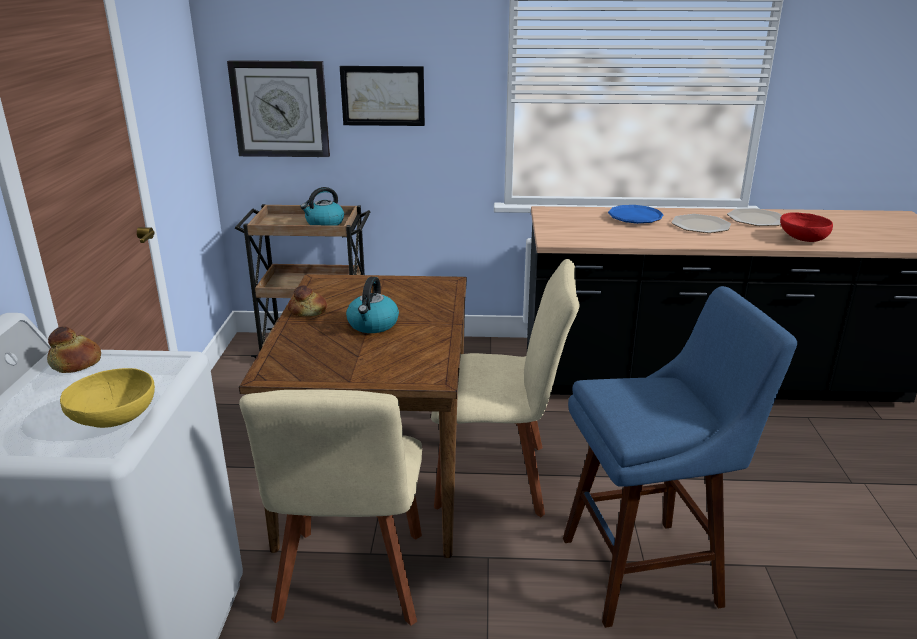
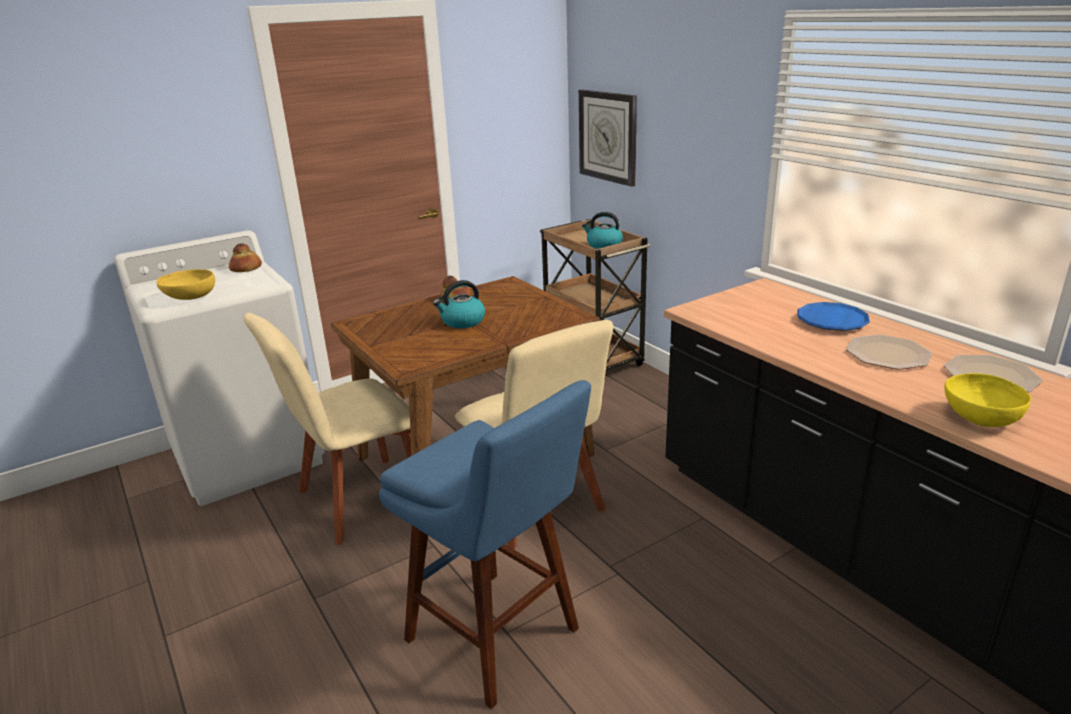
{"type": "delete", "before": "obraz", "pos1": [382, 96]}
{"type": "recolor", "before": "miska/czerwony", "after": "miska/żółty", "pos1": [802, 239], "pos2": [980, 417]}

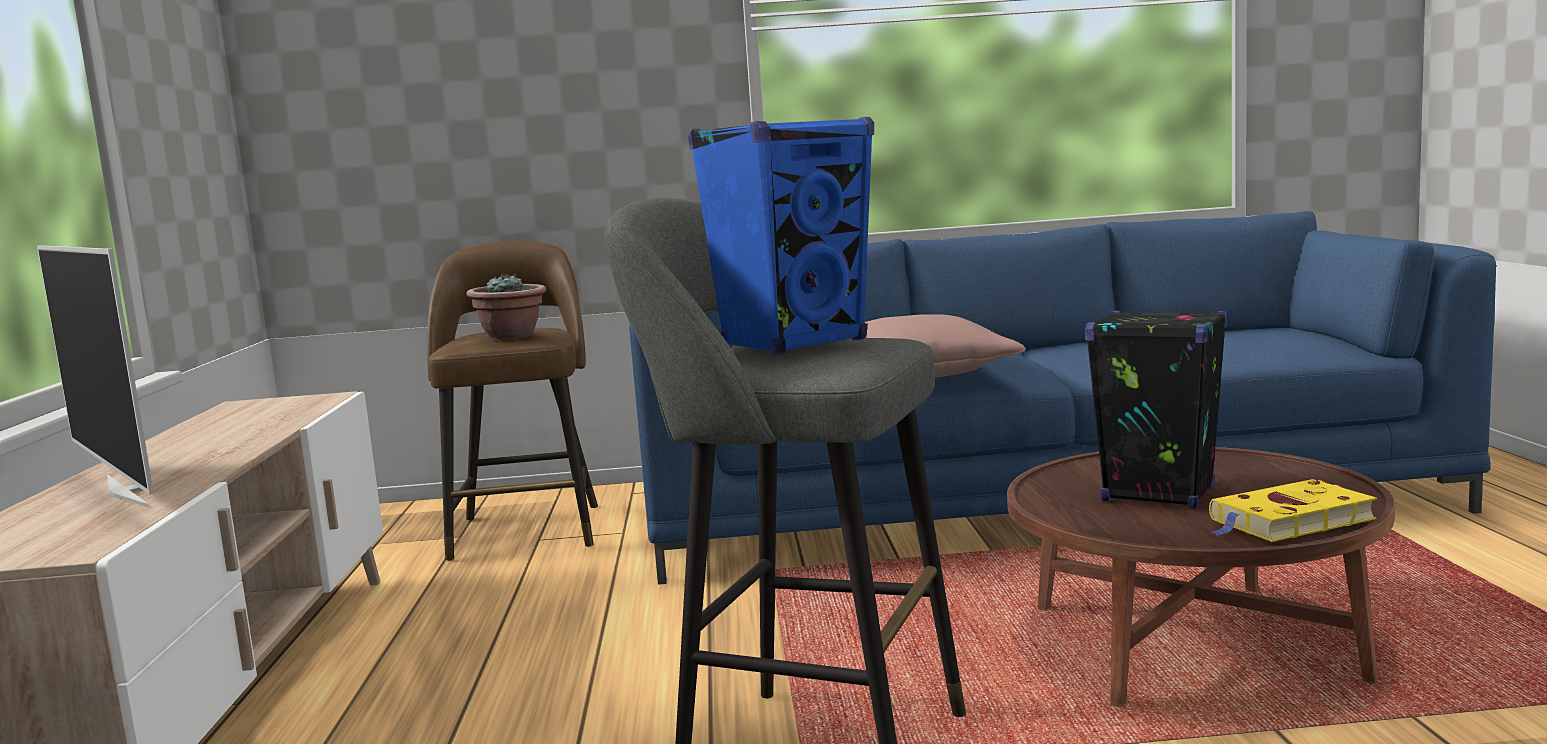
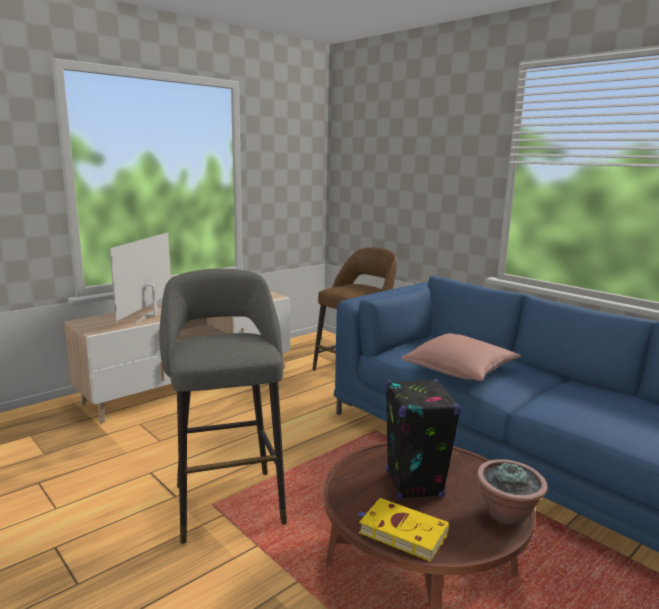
{"type": "delete", "before": "głośnik/niebieski", "pos1": [794, 344]}
{"type": "move", "before": "roślina doniczkowa", "pos1": [512, 336], "pos2": [507, 514]}

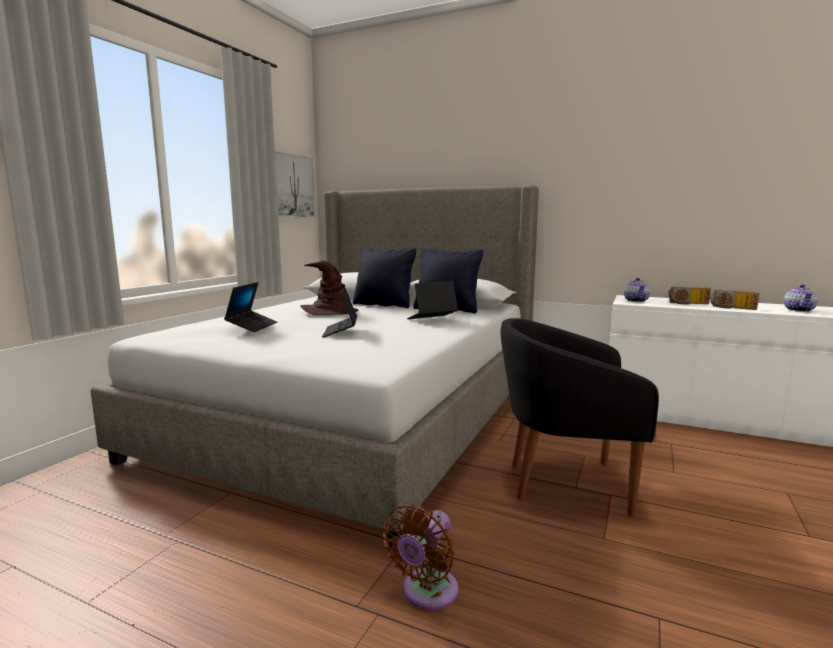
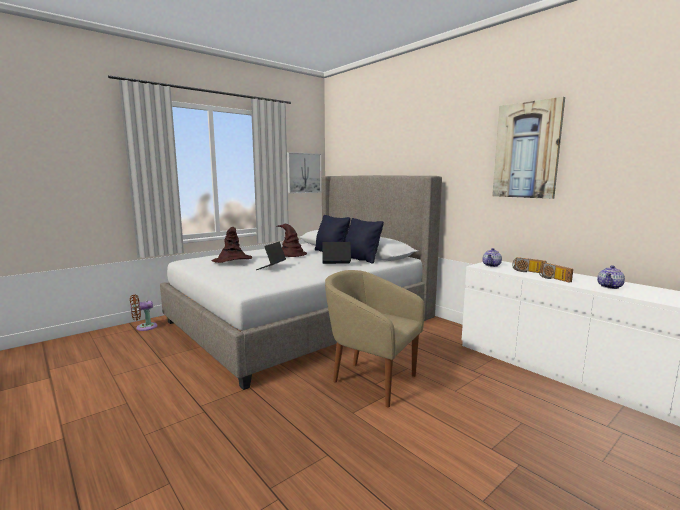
{"type": "insert", "after": "obraz", "pos2": [526, 150]}
{"type": "move", "before": "wentylator/brązowy", "pos1": [426, 593], "pos2": [144, 327]}
{"type": "replace", "before": "laptop", "after": "kapelusz/brązowy", "pos1": [252, 326], "pos2": [232, 260]}
{"type": "recolor", "before": "fotel/czarny", "after": "fotel/beżowy", "pos1": [564, 484], "pos2": [371, 380]}

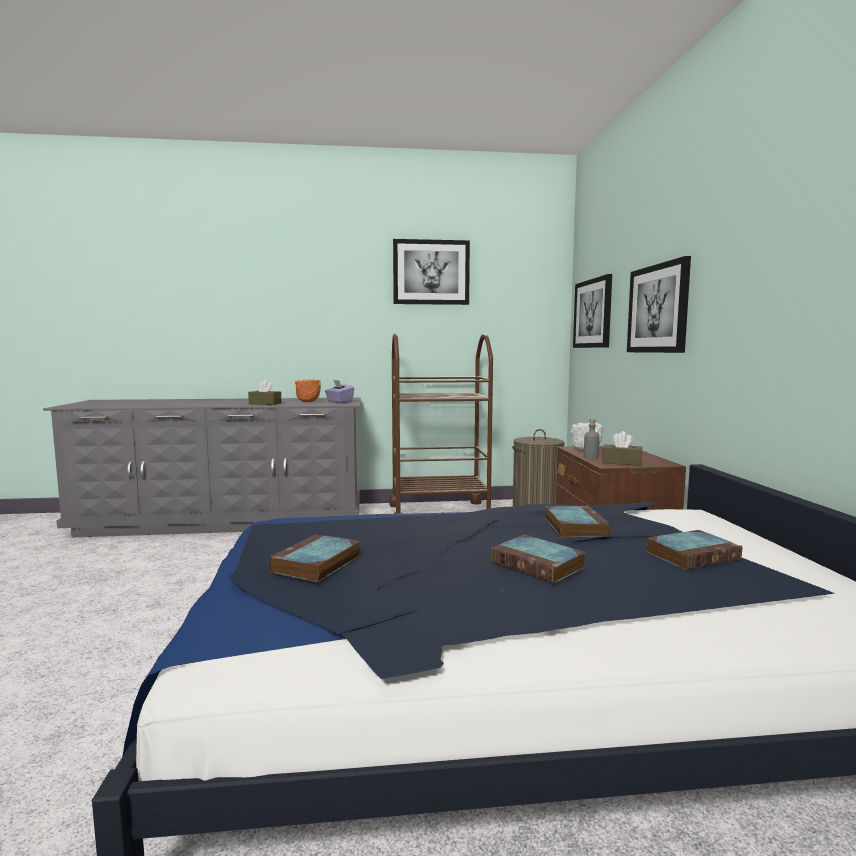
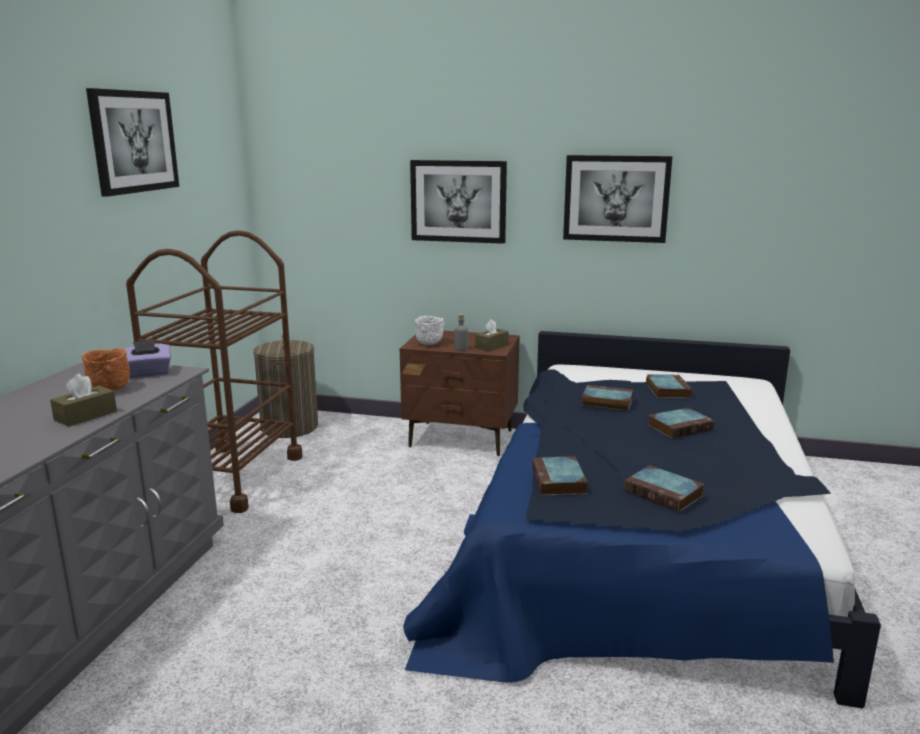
{"type": "insert", "after": "książka", "pos2": [559, 481]}
{"type": "move", "before": "obraz", "pos1": [593, 313], "pos2": [616, 198]}

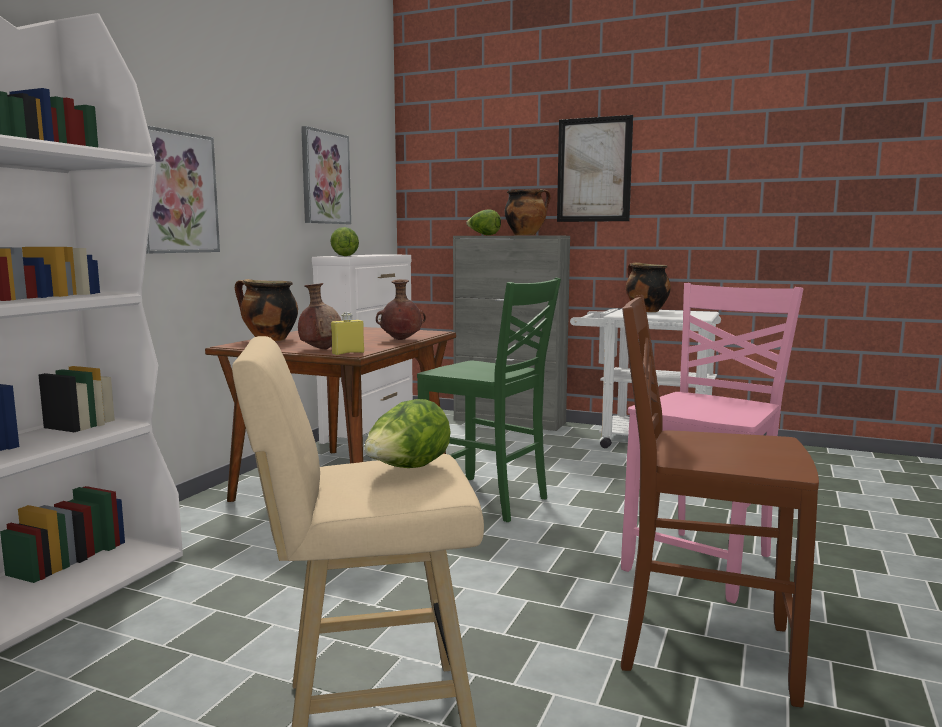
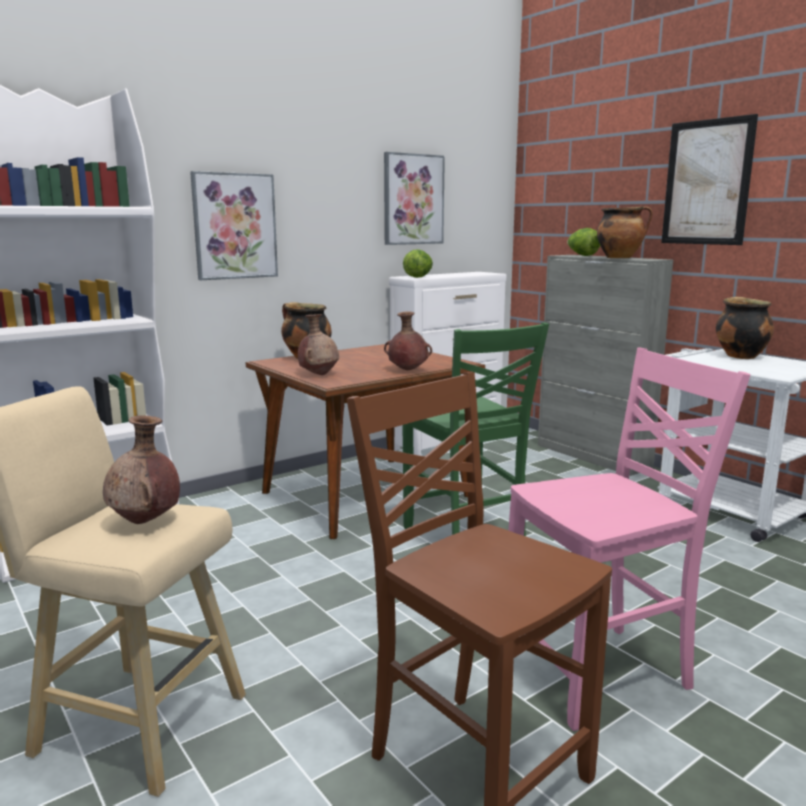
{"type": "delete", "before": "butelka/żółty", "pos1": [348, 353]}
{"type": "replace", "before": "sałata", "after": "wazon/brązowy", "pos1": [407, 469], "pos2": [146, 521]}

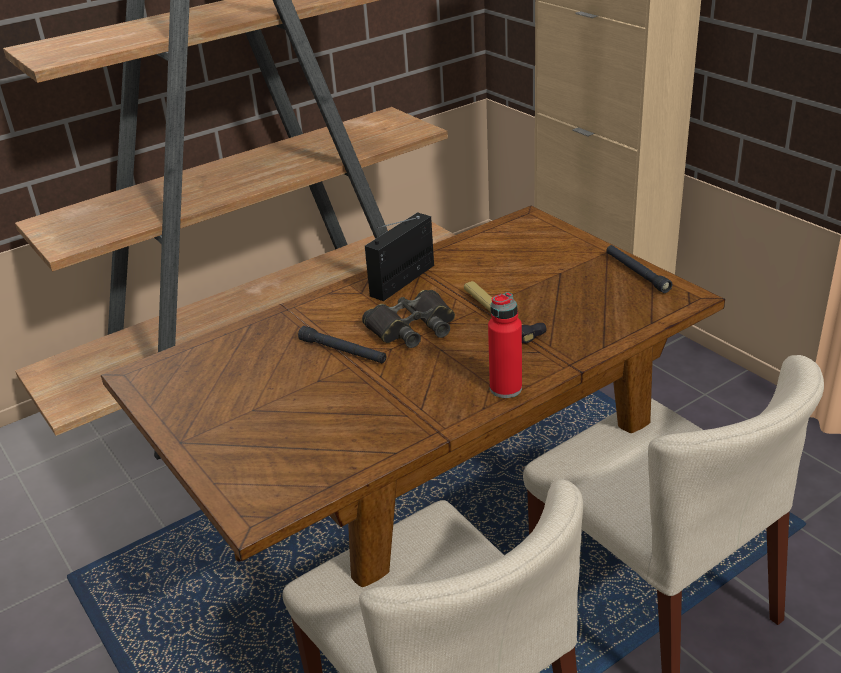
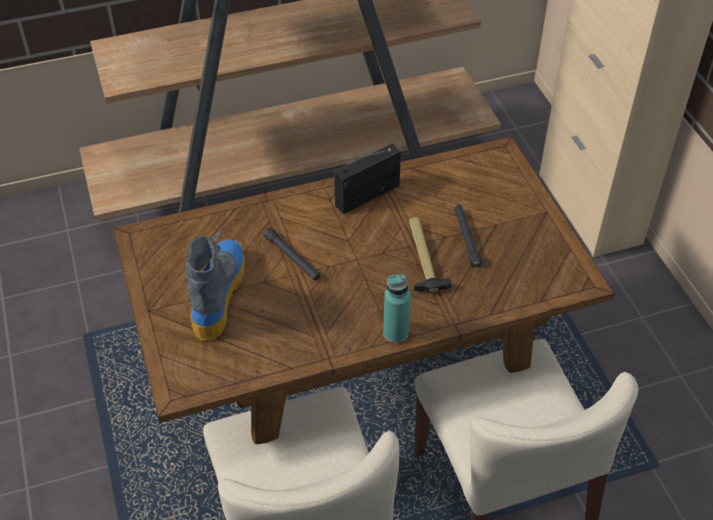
{"type": "delete", "before": "lornetka/czarny", "pos1": [412, 327]}
{"type": "insert", "after": "but z cholewką", "pos2": [218, 293]}
{"type": "move", "before": "latarka/czarny", "pos1": [636, 273], "pos2": [466, 238]}
{"type": "recolor", "before": "butelka/czerwony", "after": "butelka/turkusowy", "pos1": [505, 388], "pos2": [395, 333]}

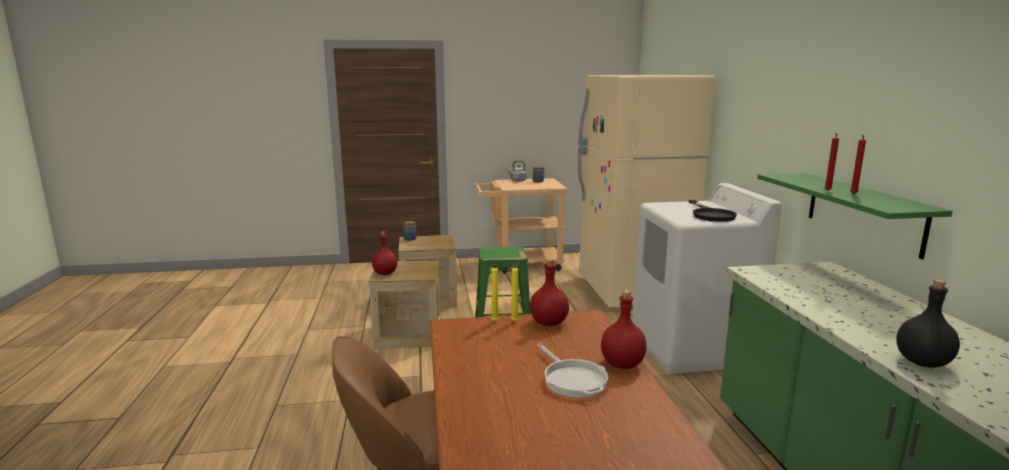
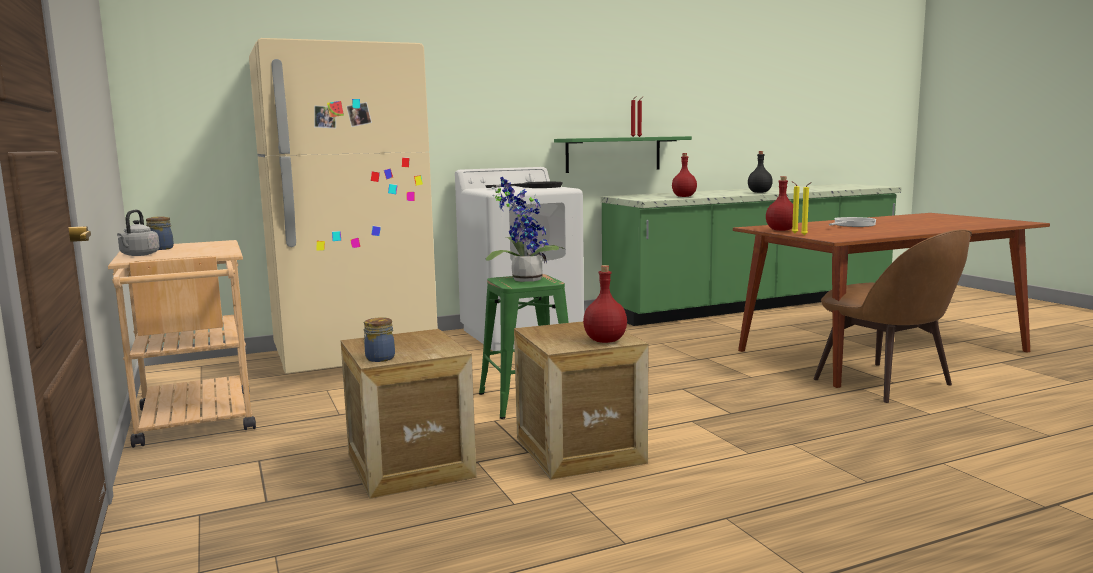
{"type": "insert", "after": "roślina doniczkowa", "pos2": [524, 279]}
{"type": "move", "before": "butelka/czerwony", "pos1": [622, 364], "pos2": [683, 196]}

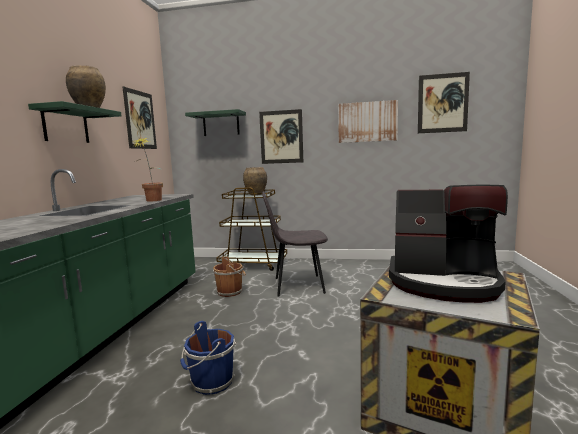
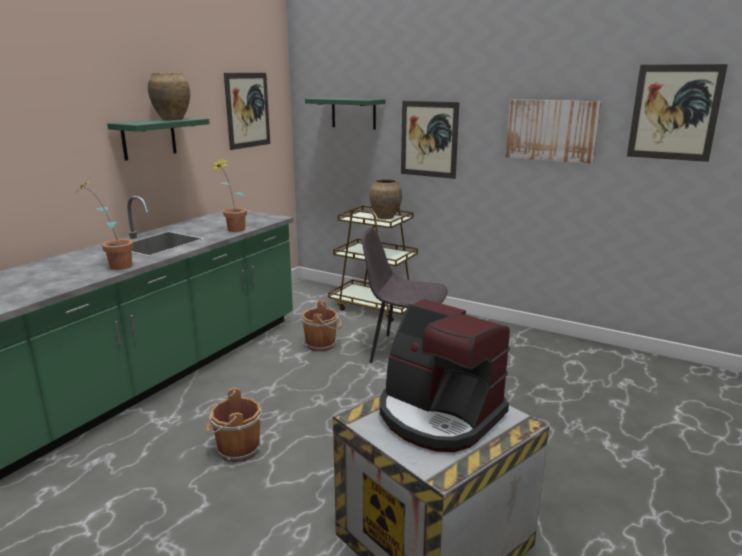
{"type": "insert", "after": "roślina doniczkowa", "pos2": [113, 267]}
{"type": "recolor", "before": "wiadro/niebieski", "after": "wiadro/brązowy", "pos1": [211, 382], "pos2": [236, 450]}

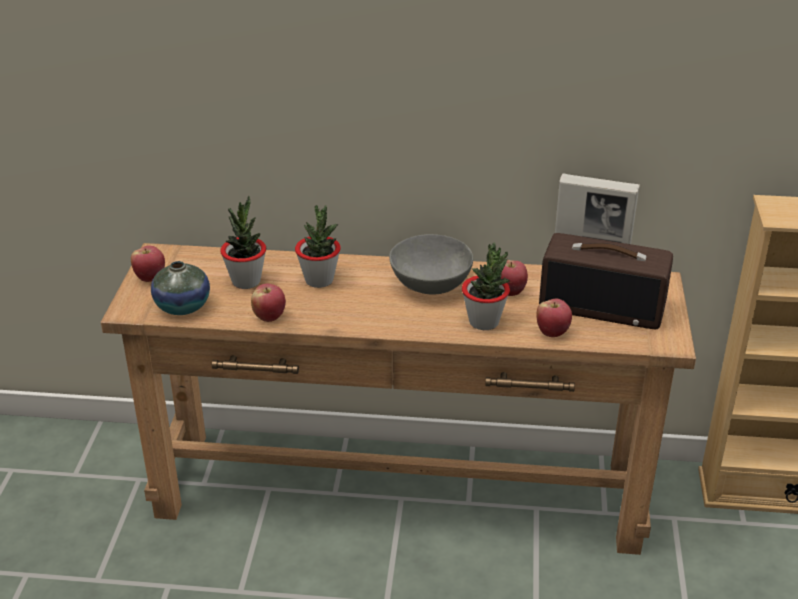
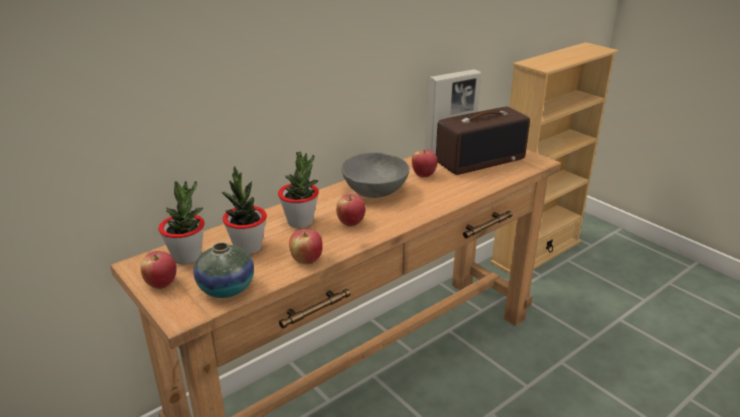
{"type": "move", "before": "roślina doniczkowa", "pos1": [484, 322], "pos2": [187, 257]}
{"type": "move", "before": "jabłko", "pos1": [552, 332], "pos2": [350, 223]}

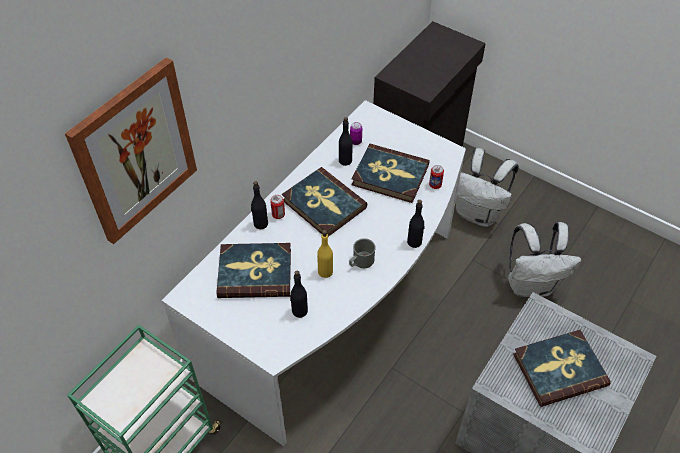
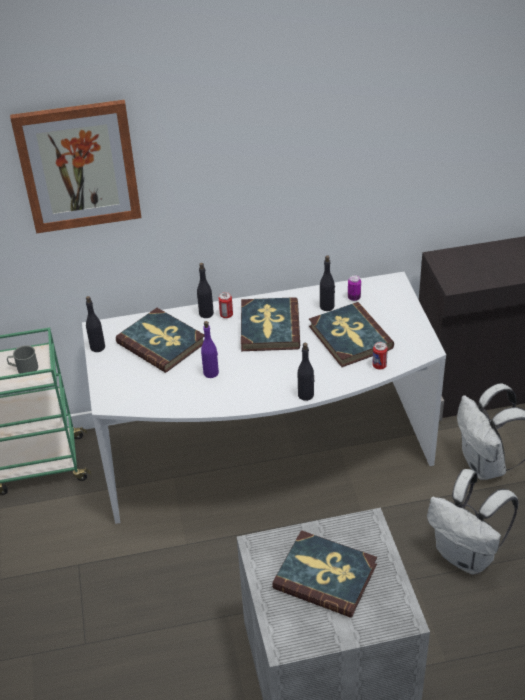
{"type": "move", "before": "butelka/czarny", "pos1": [299, 311], "pos2": [97, 347]}
{"type": "move", "before": "kubek/szary", "pos1": [361, 262], "pos2": [24, 368]}
{"type": "recolor", "before": "butelka/żółty", "after": "butelka/fioletowy", "pos1": [325, 271], "pos2": [211, 373]}

